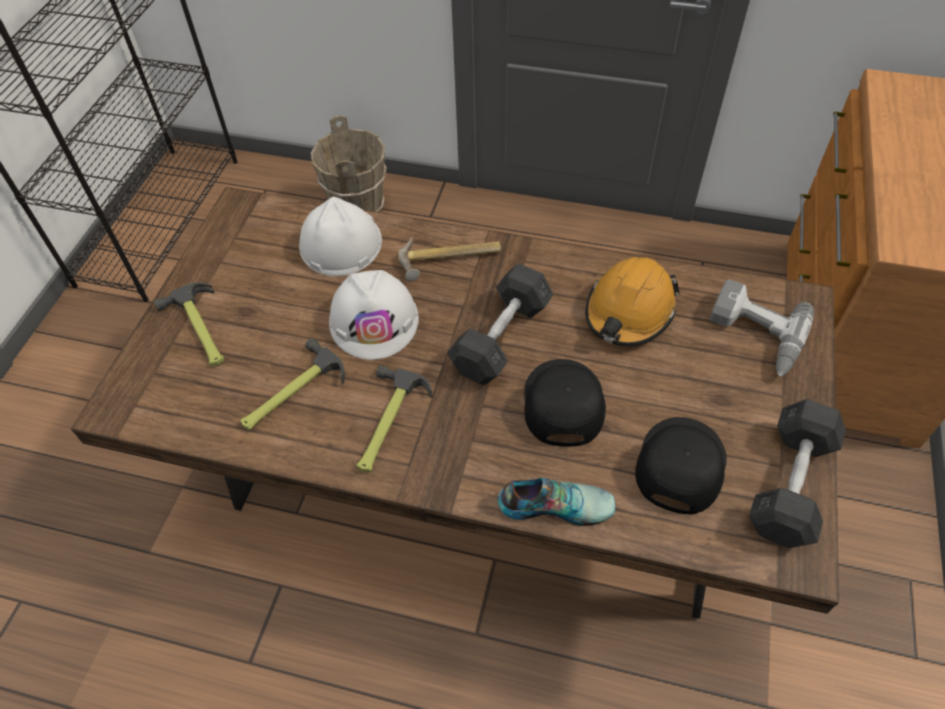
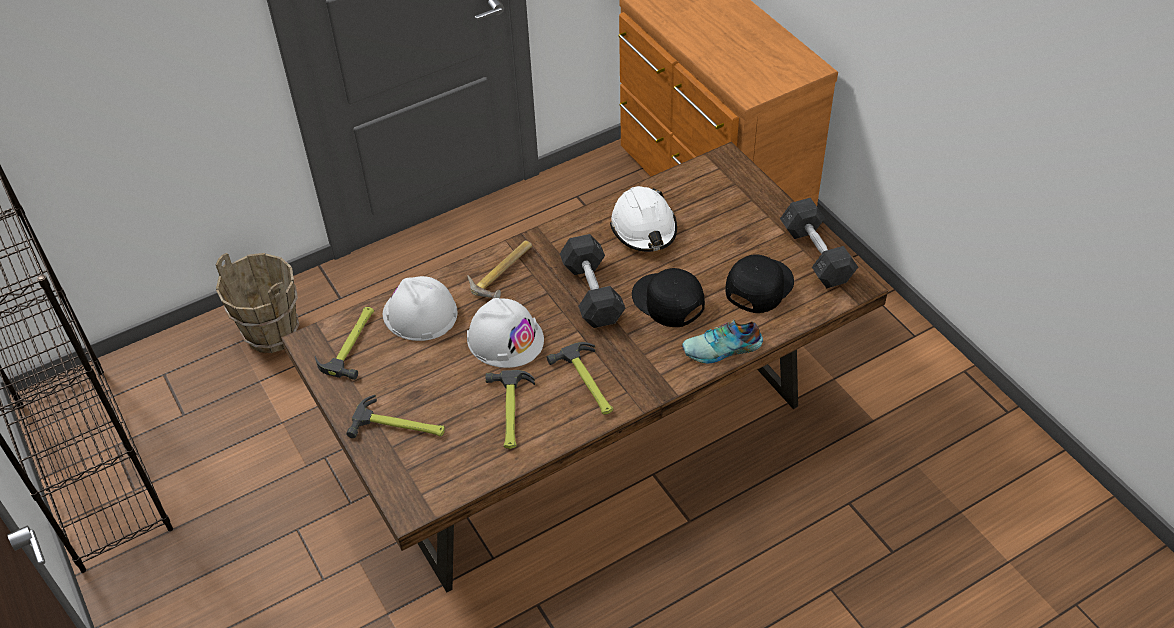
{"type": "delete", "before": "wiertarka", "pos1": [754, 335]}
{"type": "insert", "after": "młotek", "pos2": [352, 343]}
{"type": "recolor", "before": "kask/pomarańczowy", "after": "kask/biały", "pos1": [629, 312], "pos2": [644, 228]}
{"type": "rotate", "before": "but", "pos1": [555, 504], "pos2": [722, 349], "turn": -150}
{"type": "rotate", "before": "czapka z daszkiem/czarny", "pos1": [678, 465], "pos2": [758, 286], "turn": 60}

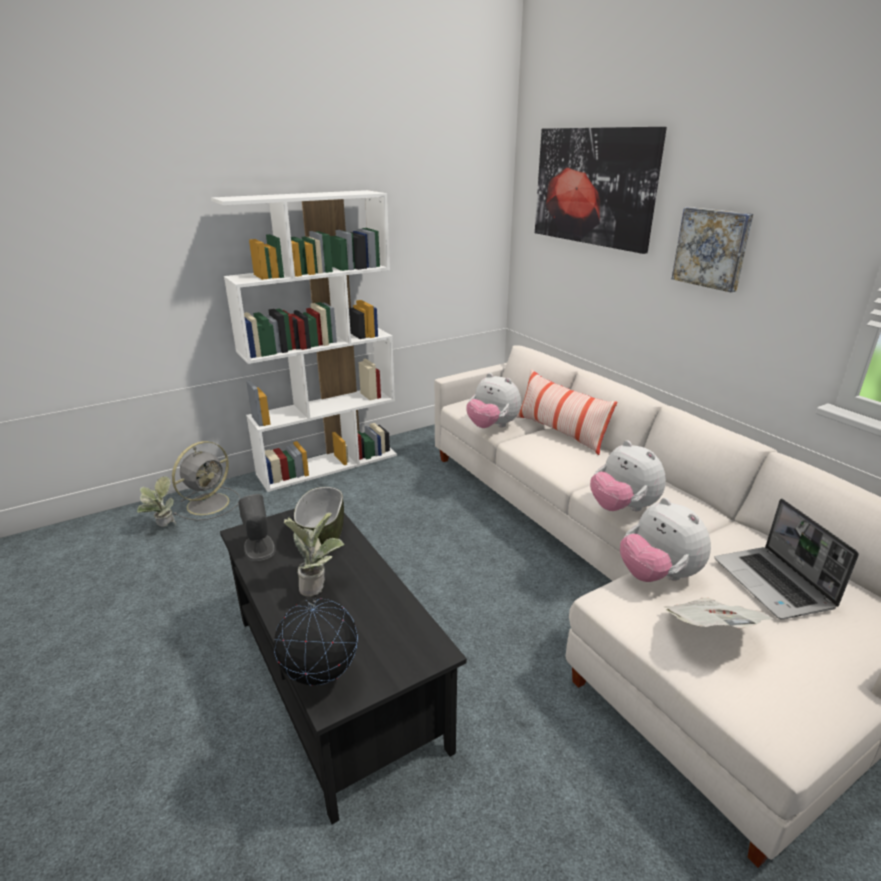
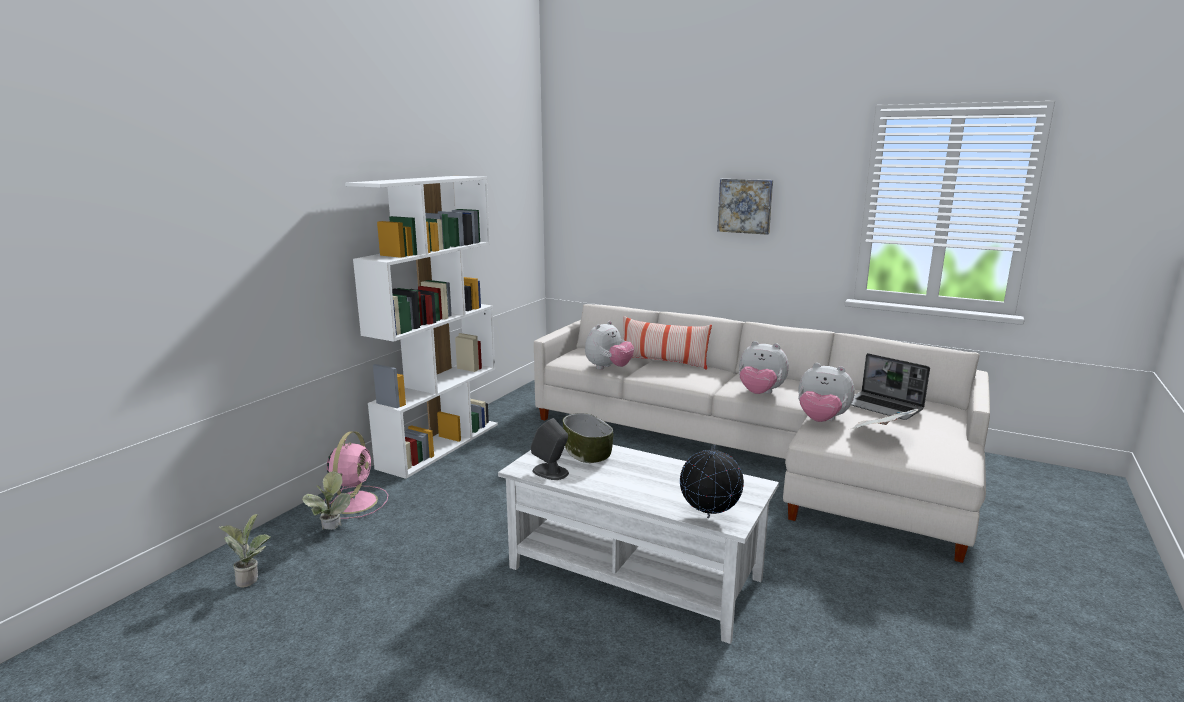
{"type": "delete", "before": "obraz", "pos1": [593, 187]}
{"type": "move", "before": "roślina doniczkowa", "pos1": [318, 585], "pos2": [252, 578]}
{"type": "recolor", "before": "wentylator/szary", "after": "wentylator/różowy", "pos1": [210, 503], "pos2": [355, 501]}
{"type": "recolor", "before": "ława/czarny", "after": "ława/biały", "pos1": [337, 680], "pos2": [635, 573]}
{"type": "rotate", "before": "pluszak", "pos1": [492, 426], "pos2": [608, 368], "turn": -60}

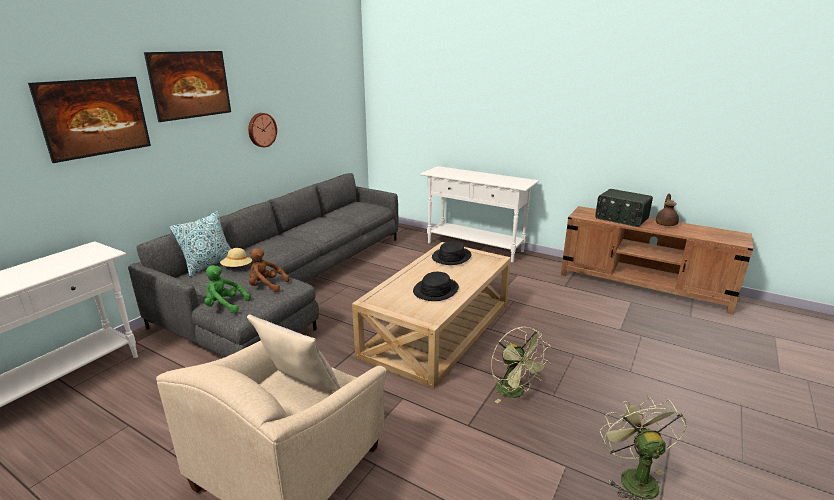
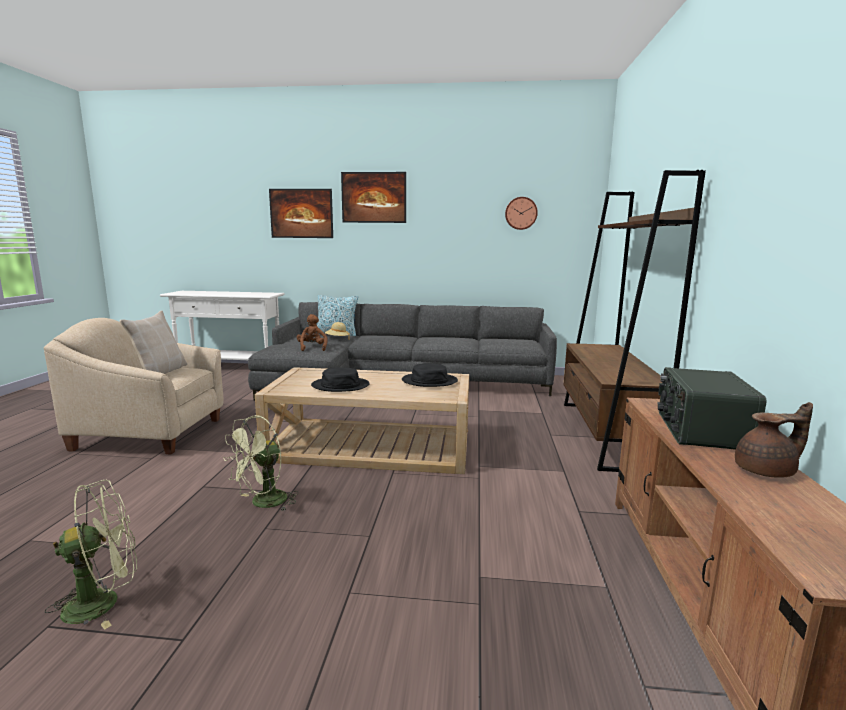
{"type": "delete", "before": "pluszak/zielony", "pos1": [225, 306]}
{"type": "move", "before": "zegar ścienny", "pos1": [261, 130], "pos2": [521, 213]}
{"type": "replace", "before": "stolik konsolowy/biały", "after": "regał/brązowy", "pos1": [475, 247], "pos2": [605, 434]}

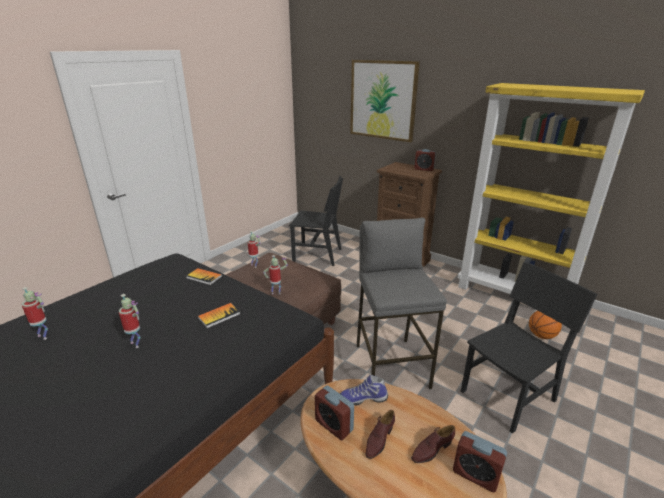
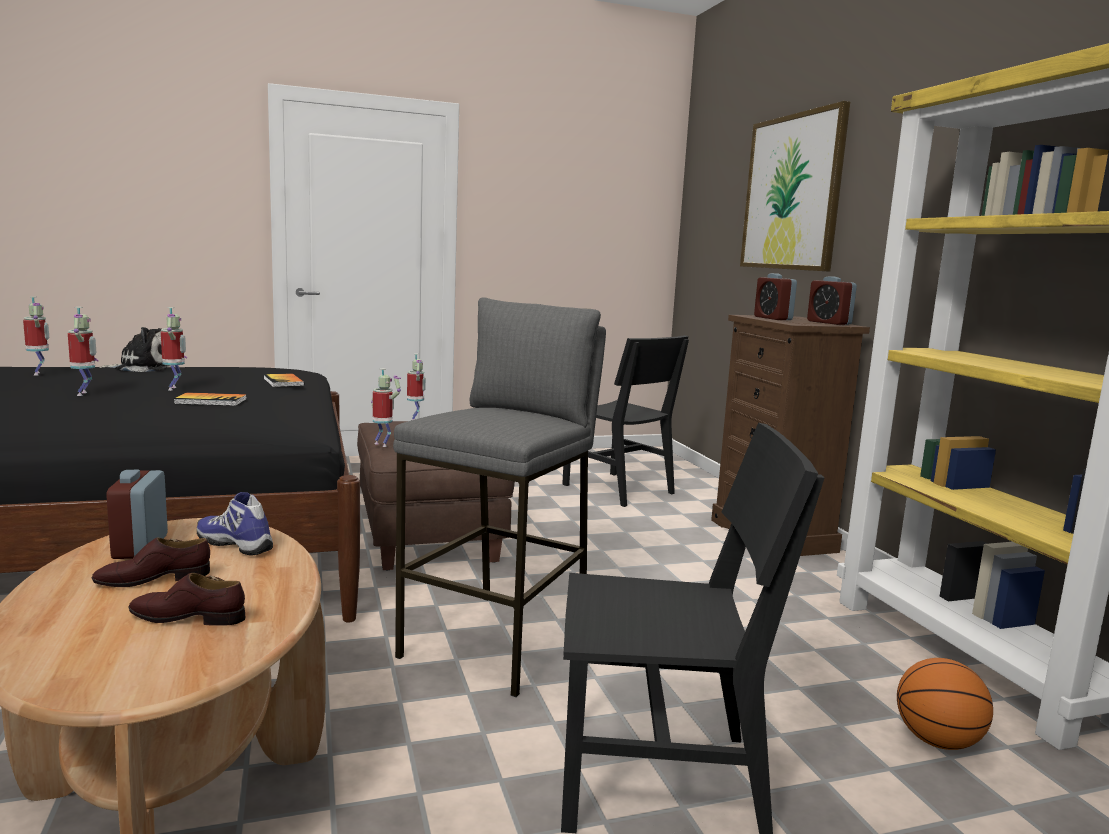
{"type": "insert", "after": "pluszak", "pos2": [143, 368]}
{"type": "insert", "after": "robot zabawkowy", "pos2": [175, 389]}
{"type": "move", "before": "budzik", "pos1": [475, 475], "pos2": [772, 318]}

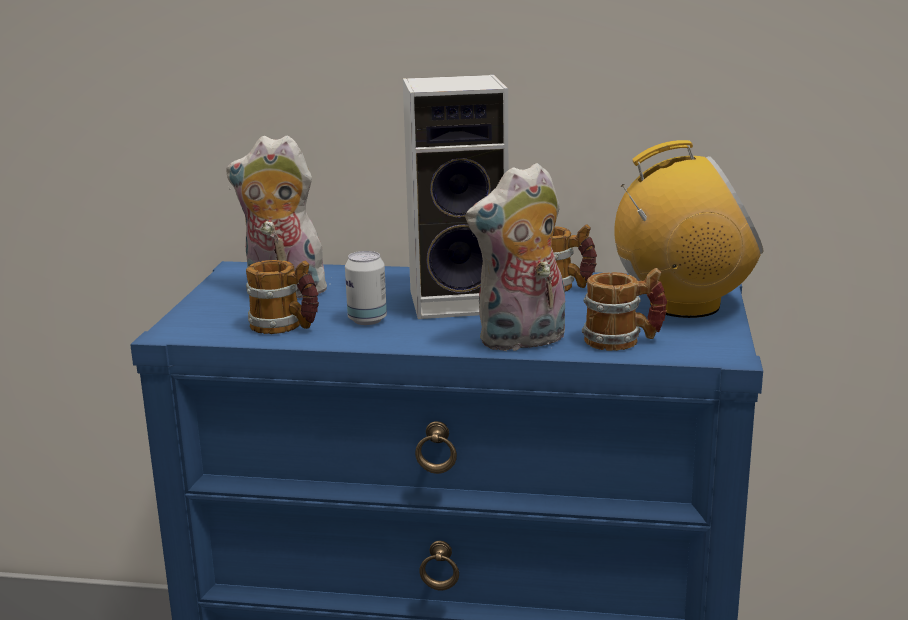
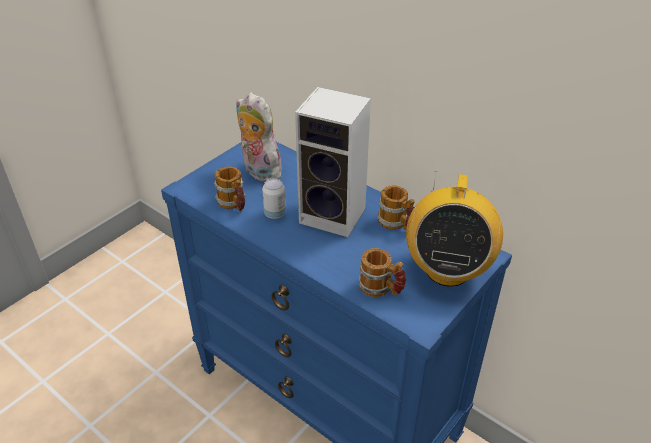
{"type": "delete", "before": "pluszak", "pos1": [522, 341]}
{"type": "rotate", "before": "radio", "pos1": [683, 305], "pos2": [447, 270], "turn": 75}

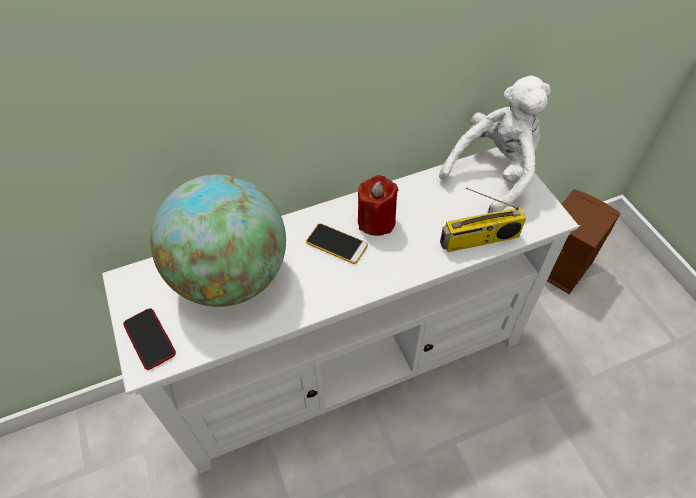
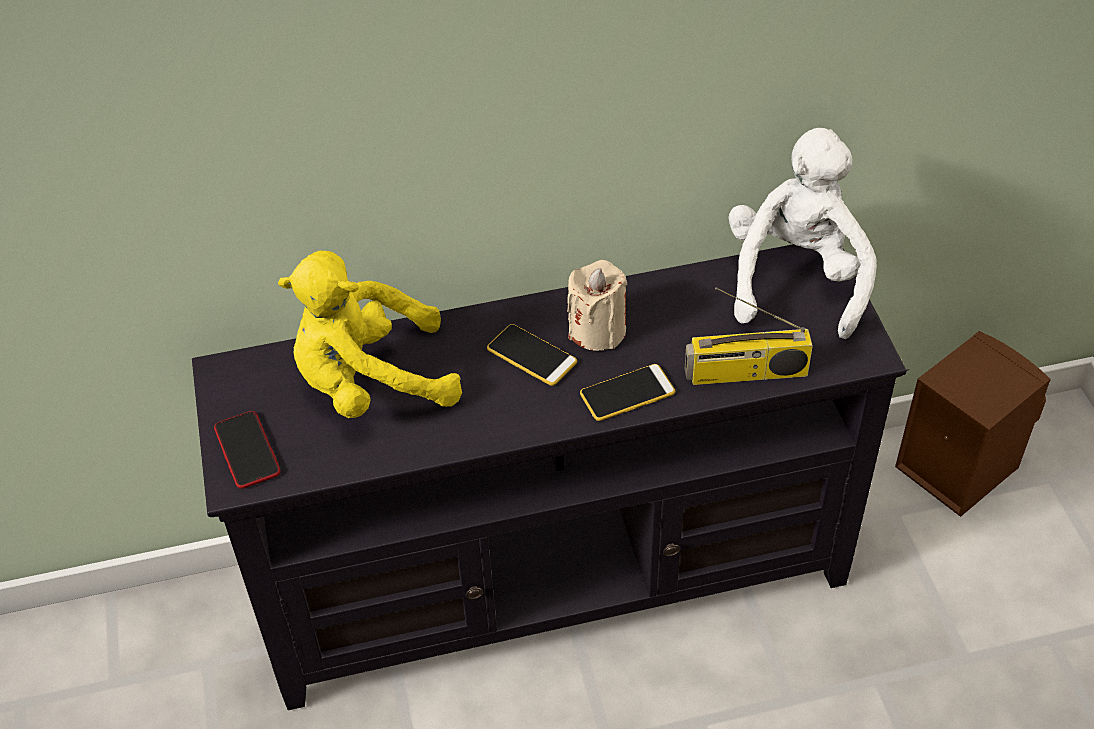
{"type": "insert", "after": "telefon", "pos2": [627, 393]}
{"type": "replace", "before": "globus", "after": "pluszak/żółty", "pos1": [230, 277], "pos2": [370, 383]}
{"type": "recolor", "before": "szafka pod telewizor/biały", "after": "szafka pod telewizor/czarny", "pos1": [349, 362], "pos2": [555, 578]}
{"type": "recolor", "before": "świeca/czerwony", "after": "świeca/beżowy", "pos1": [376, 221], "pos2": [597, 330]}
{"type": "rotate", "before": "pluszak/biały", "pos1": [494, 173], "pos2": [796, 280], "turn": -45}

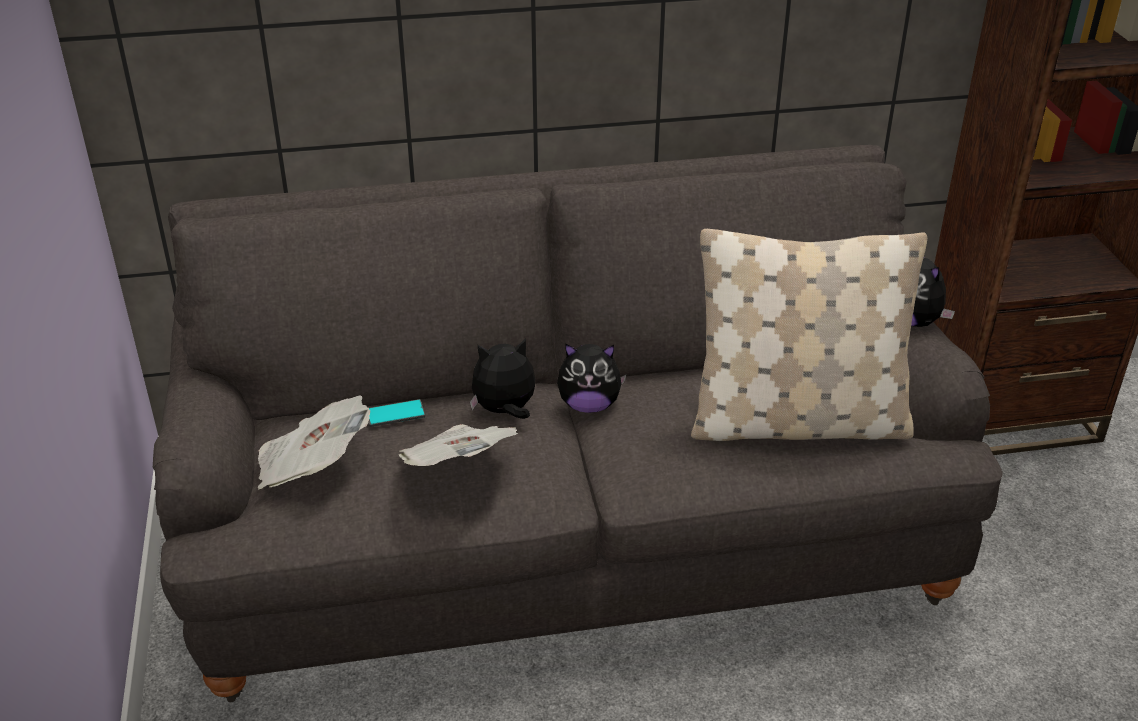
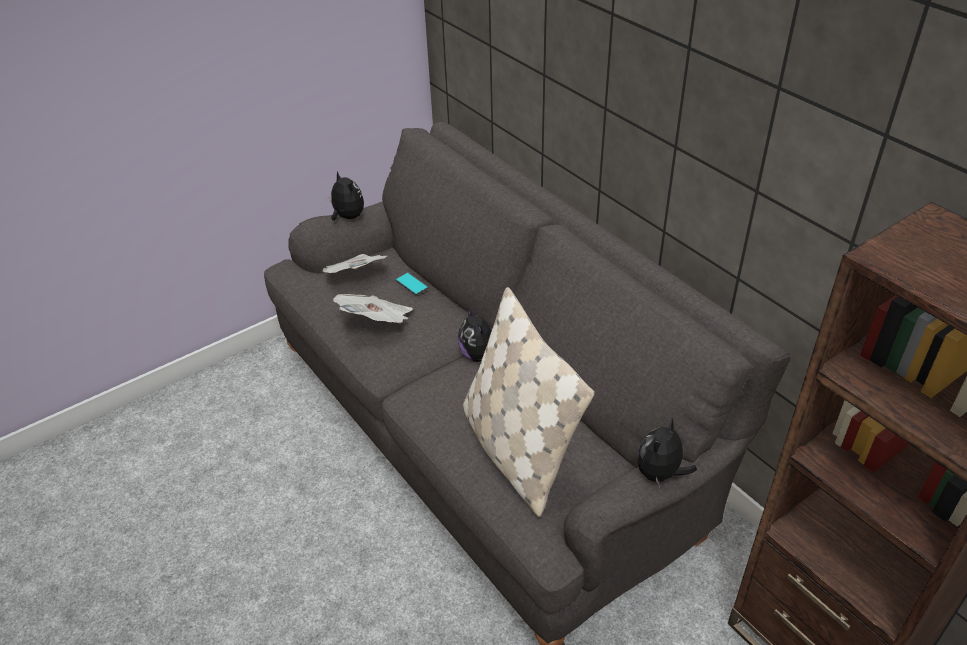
{"type": "move", "before": "pluszak", "pos1": [505, 411], "pos2": [347, 217]}

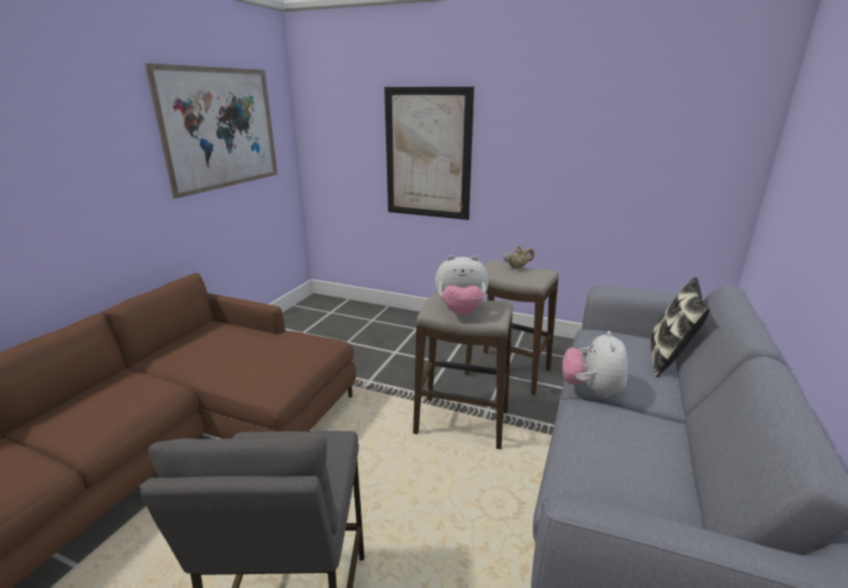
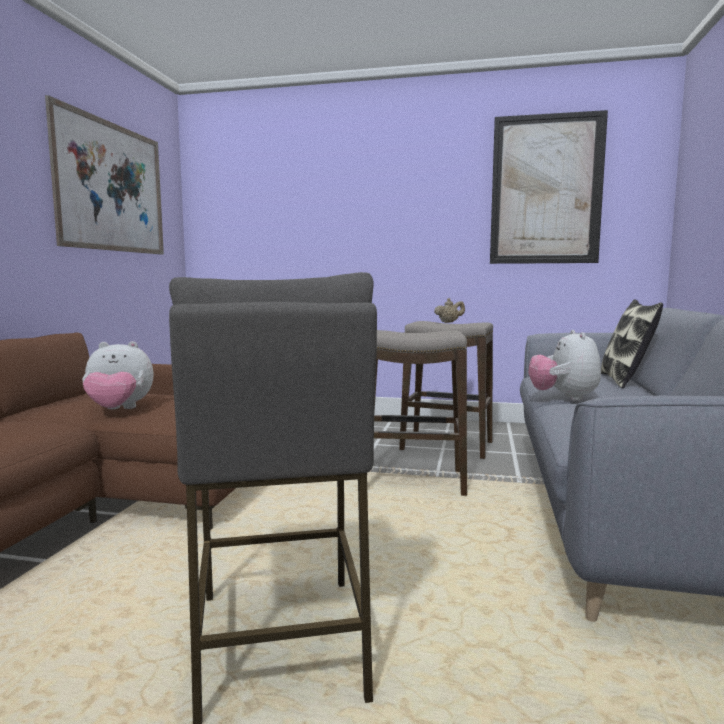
{"type": "move", "before": "obraz", "pos1": [427, 154], "pos2": [546, 190]}
{"type": "move", "before": "pluszak", "pos1": [461, 311], "pos2": [119, 410]}

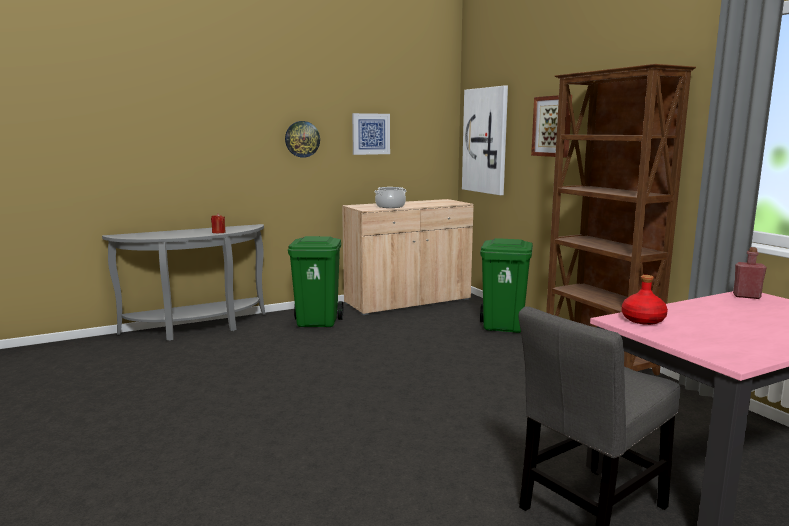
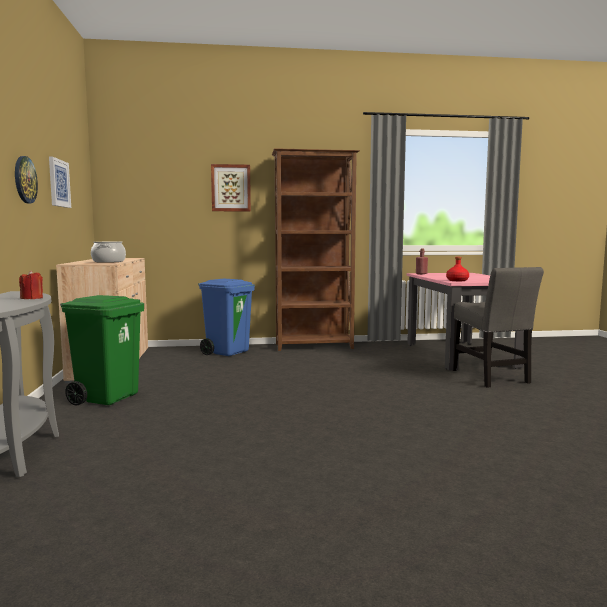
{"type": "delete", "before": "obraz", "pos1": [485, 140]}
{"type": "recolor", "before": "kosz na śmieci/zielony", "after": "kosz na śmieci/niebieski", "pos1": [504, 327], "pos2": [227, 352]}

